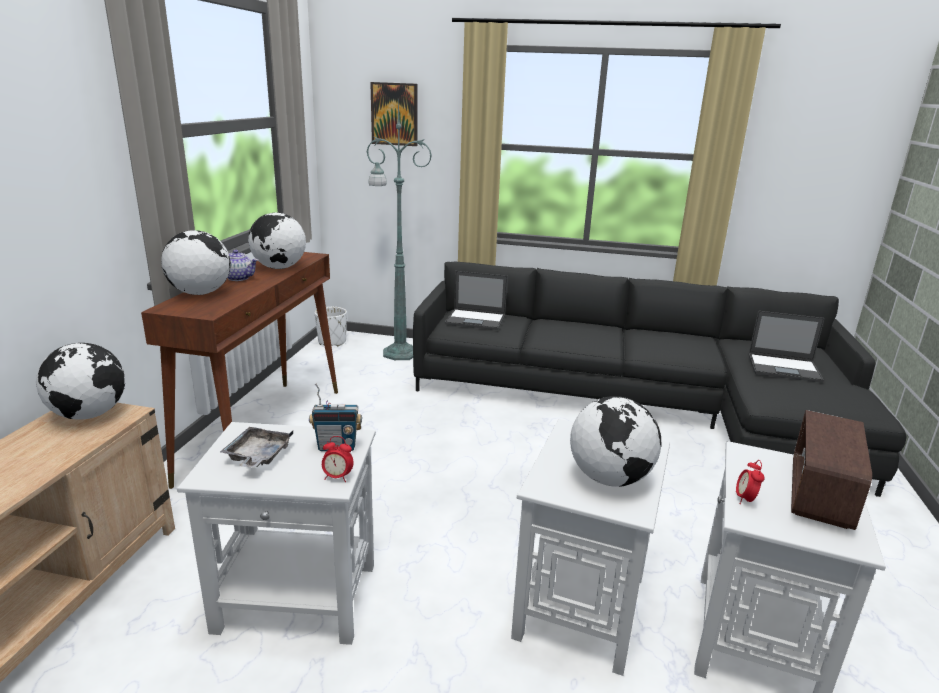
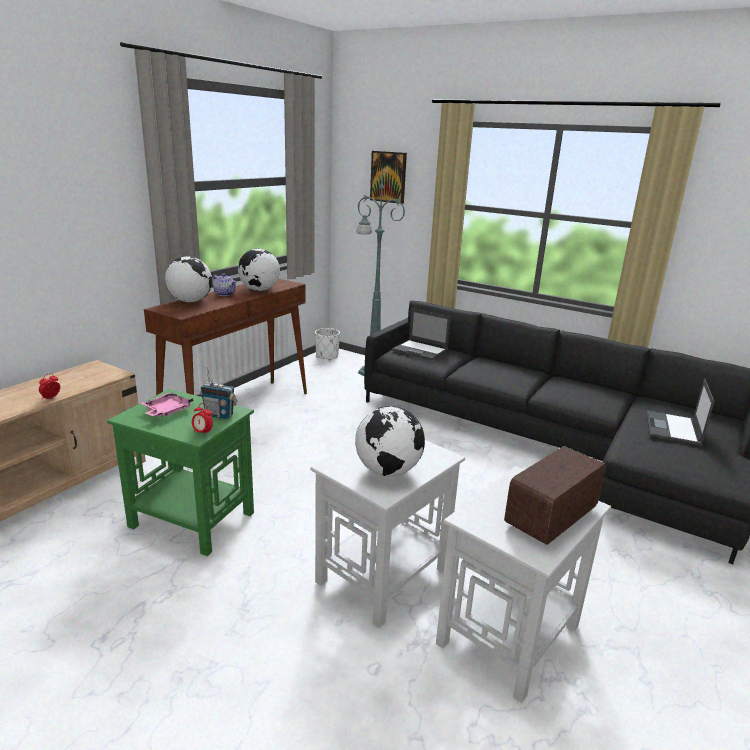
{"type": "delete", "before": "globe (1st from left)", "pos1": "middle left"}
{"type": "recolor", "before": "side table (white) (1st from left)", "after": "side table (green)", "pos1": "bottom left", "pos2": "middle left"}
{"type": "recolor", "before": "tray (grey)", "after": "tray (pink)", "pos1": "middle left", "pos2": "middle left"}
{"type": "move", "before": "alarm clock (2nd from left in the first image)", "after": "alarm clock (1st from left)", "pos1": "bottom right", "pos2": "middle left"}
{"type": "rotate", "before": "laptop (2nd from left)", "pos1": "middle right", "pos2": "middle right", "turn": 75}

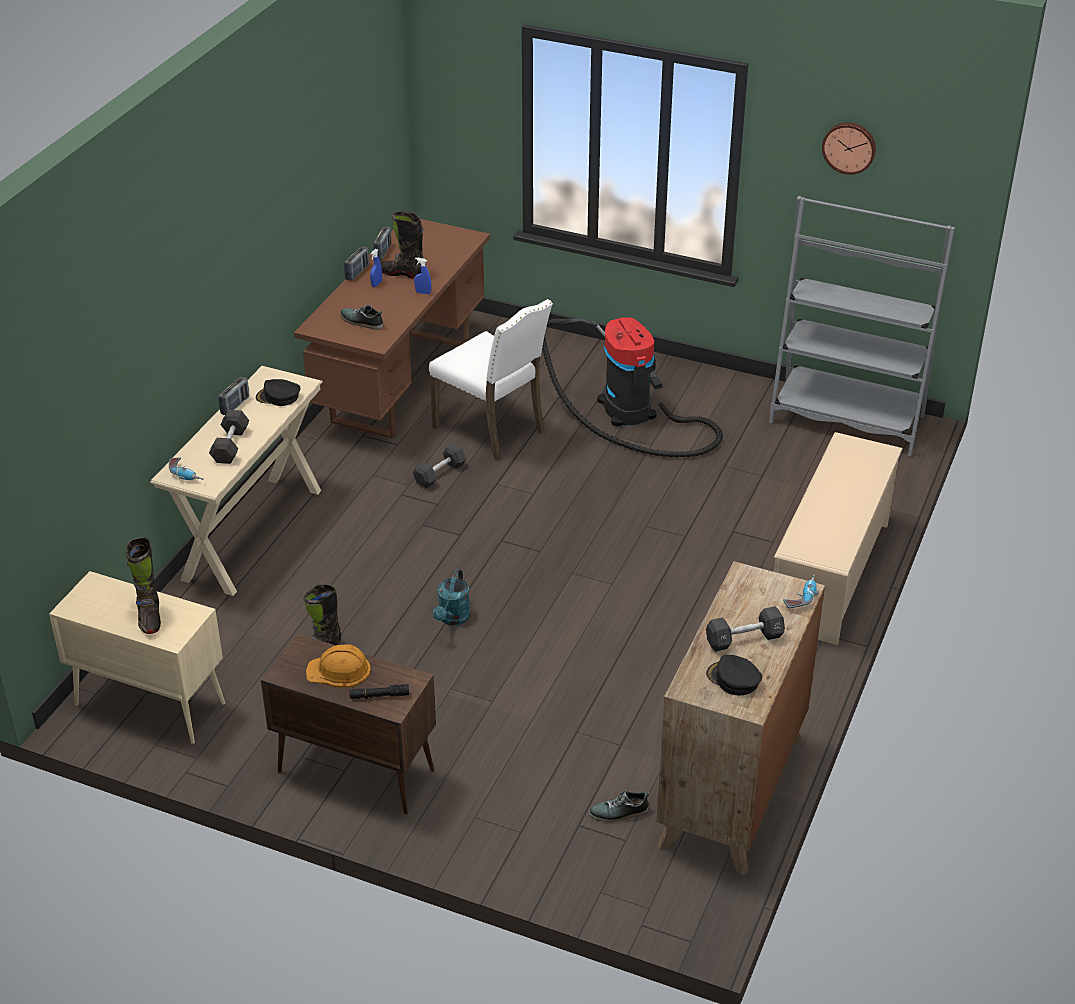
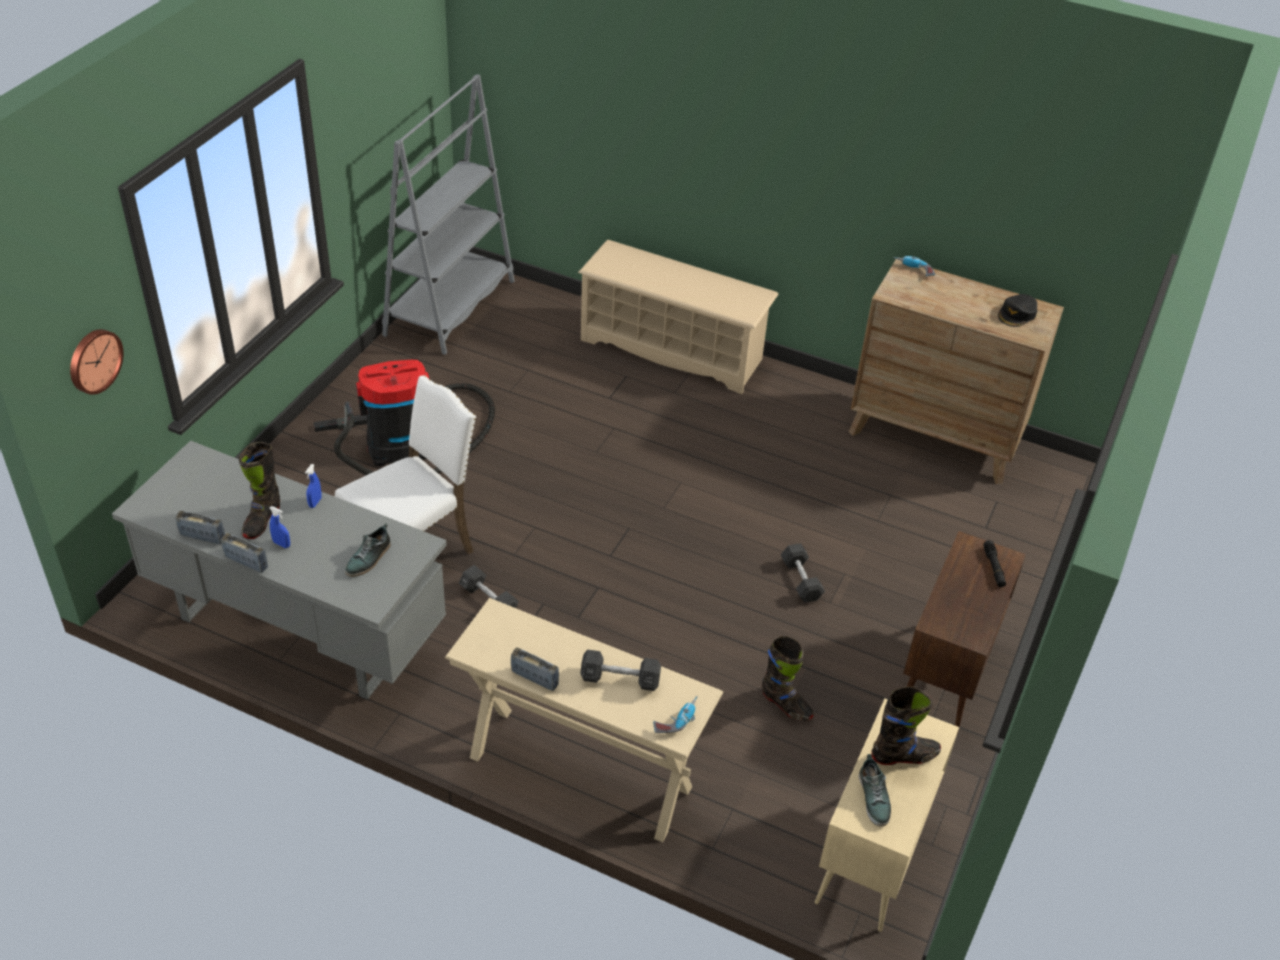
{"type": "delete", "before": "cap (black) (1st from left)", "pos1": "middle left"}
{"type": "recolor", "before": "desk (brown)", "after": "desk (grey)", "pos1": "top centre", "pos2": "middle left"}
{"type": "delete", "before": "hard hat (orange)", "pos1": "middle left"}
{"type": "delete", "before": "watering can (turquoise)", "pos1": "centre"}
{"type": "move", "before": "shoe (2nd from left)", "pos1": "bottom centre", "pos2": "bottom right"}
{"type": "move", "before": "dumbbell (black) (3rd from left)", "pos1": "middle right", "pos2": "centre"}
{"type": "move", "before": "wall clock", "pos1": "top right", "pos2": "middle left"}

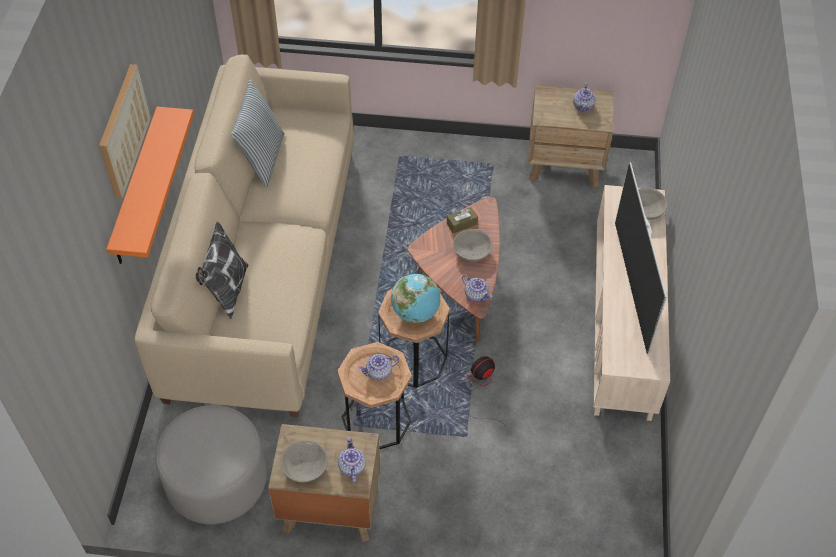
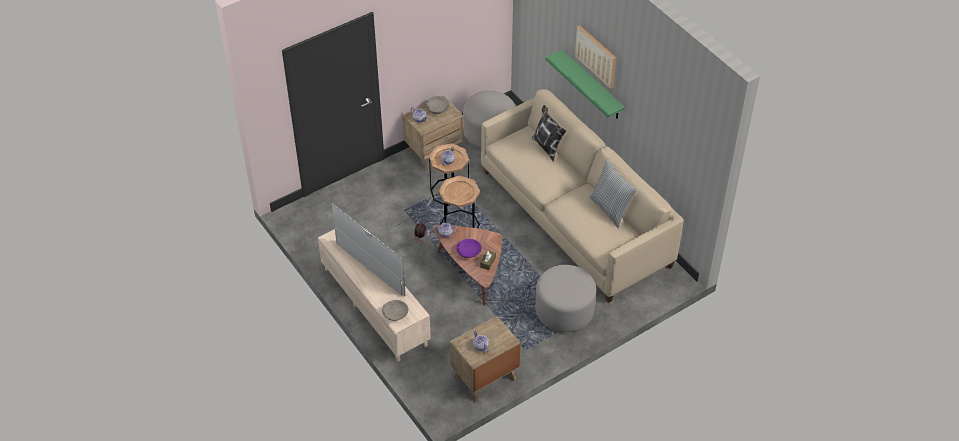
{"type": "recolor", "before": "shelf (orange)", "after": "shelf (green)", "pos1": "top left", "pos2": "top centre"}
{"type": "delete", "before": "globe", "pos1": "centre"}
{"type": "recolor", "before": "bowl (grey) (2nd from left)", "after": "bowl (purple)", "pos1": "centre", "pos2": "centre"}
{"type": "insert", "after": "ottoman (grey) (2nd from left)", "pos2": "bottom centre"}

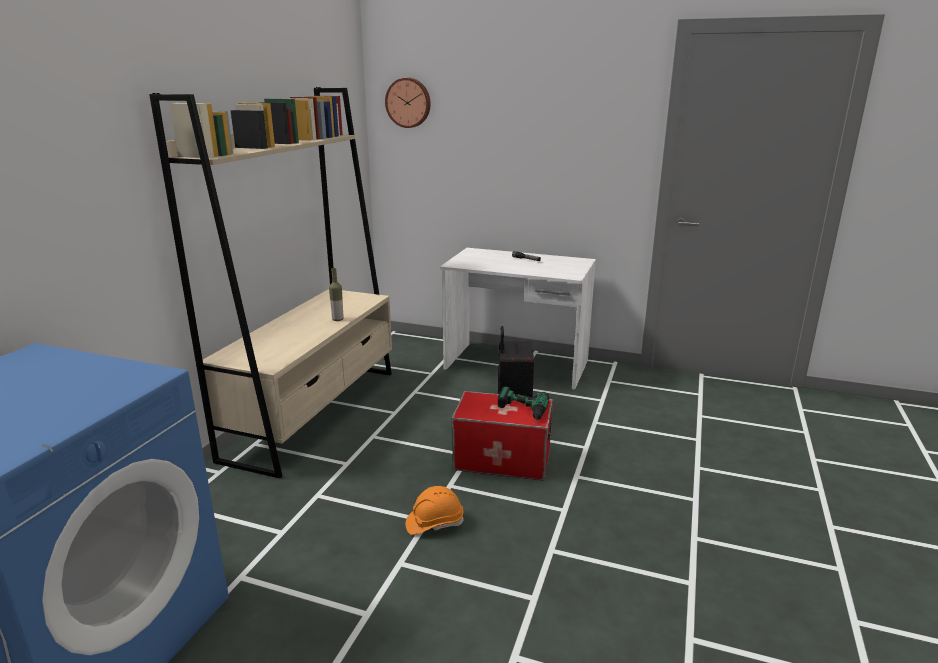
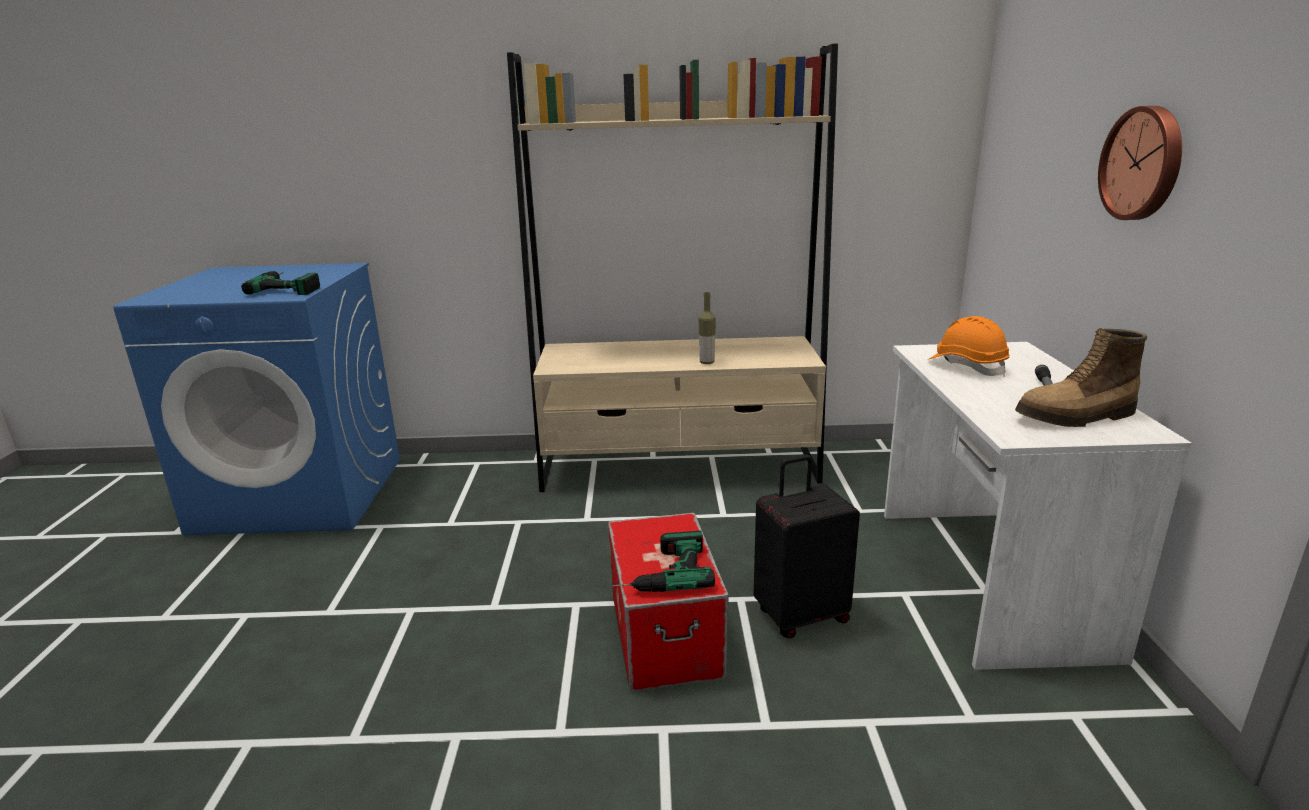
{"type": "move", "before": "wall clock", "pos1": "top centre", "pos2": "top right"}
{"type": "move", "before": "hard hat (orange)", "pos1": "bottom centre", "pos2": "middle right"}
{"type": "insert", "after": "power drill (1st from left)", "pos2": "middle left"}
{"type": "insert", "after": "boot", "pos2": "middle right"}

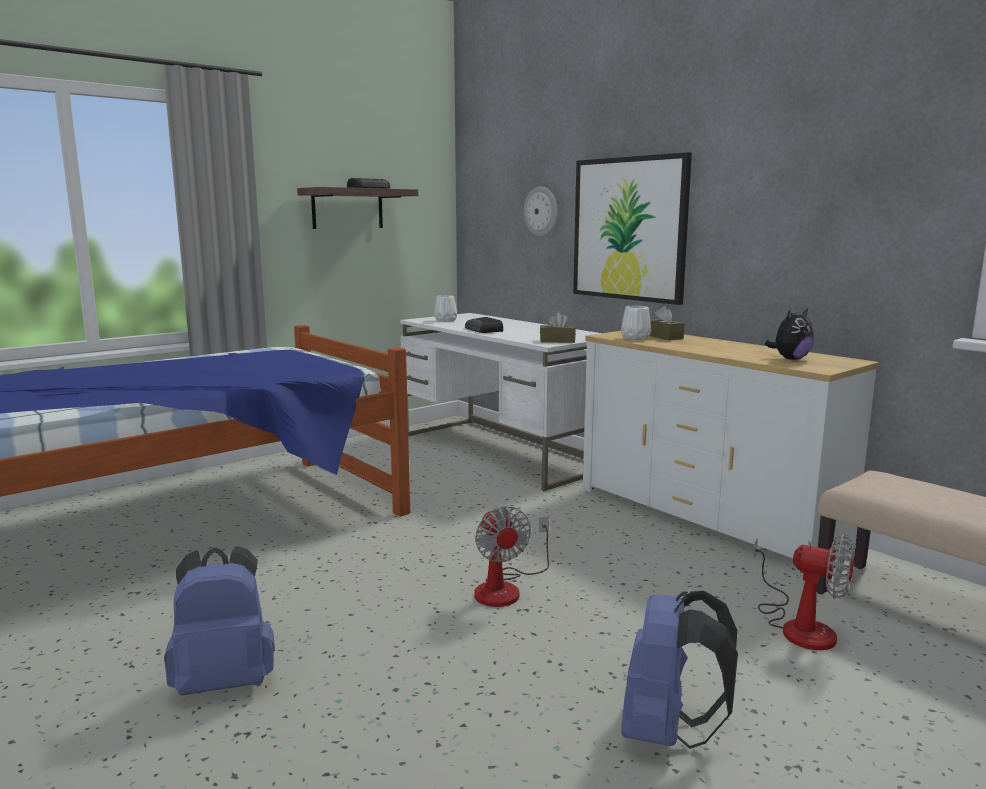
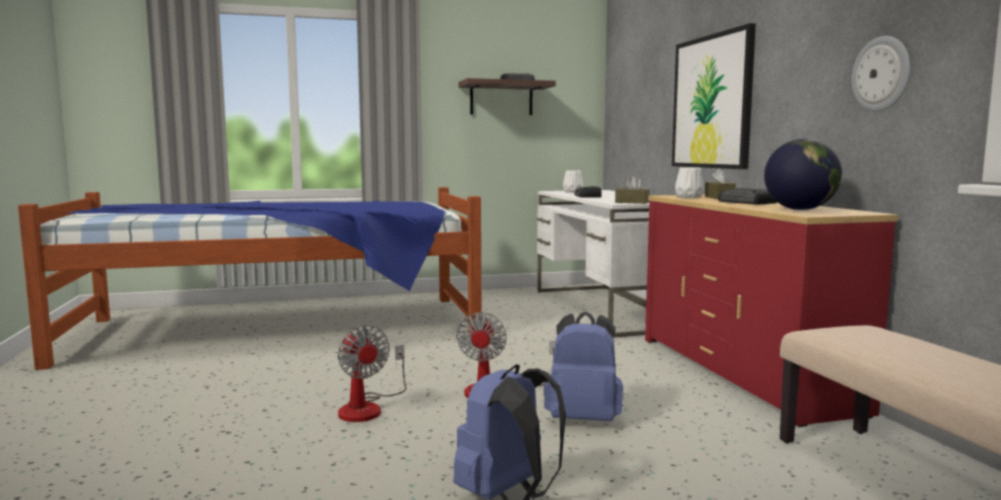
{"type": "move", "before": "backpack (blue) (1st from left in the first image)", "after": "backpack (blue) (2nd from left)", "pos1": "bottom left", "pos2": "bottom centre"}
{"type": "move", "before": "wall clock", "pos1": "top centre", "pos2": "top right"}
{"type": "recolor", "before": "dresser (white)", "after": "dresser (red)", "pos1": "middle right", "pos2": "middle right"}
{"type": "move", "before": "fan (2nd from left in the first image)", "after": "fan (1st from left)", "pos1": "bottom right", "pos2": "bottom centre"}
{"type": "replace", "before": "plush toy", "after": "globe", "pos1": "middle right", "pos2": "middle right"}
{"type": "insert", "after": "radio (3rd from left)", "pos2": "middle right"}

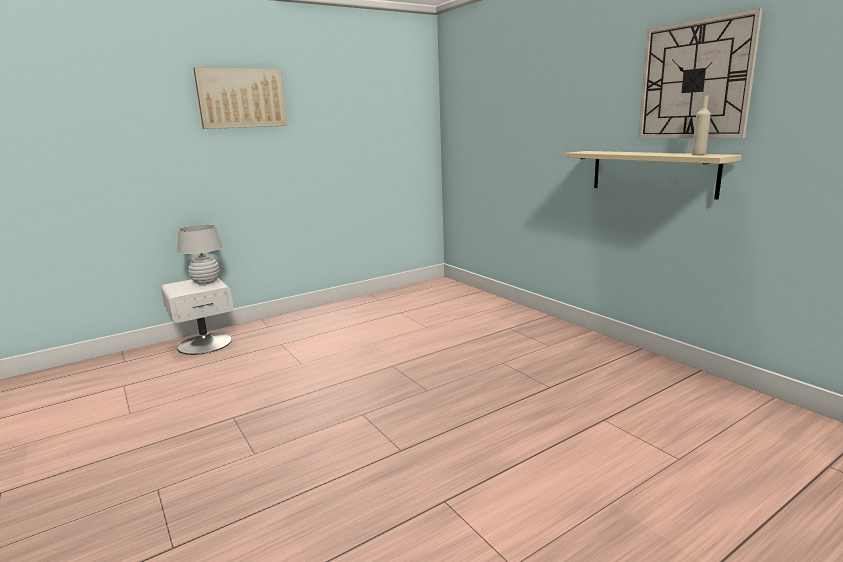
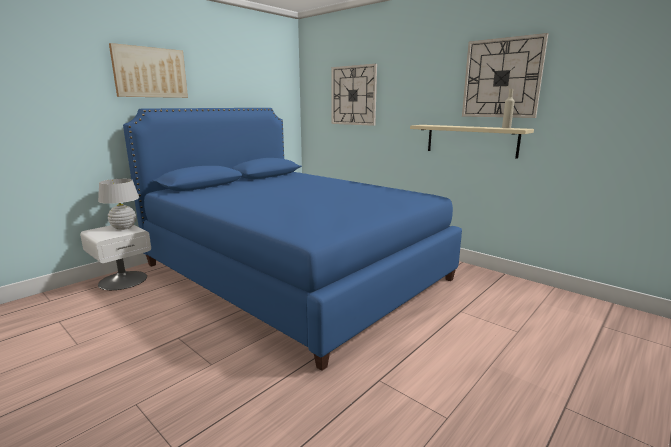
{"type": "insert", "after": "bed (blue)", "pos2": "centre"}
{"type": "insert", "after": "wall clock (1st from left)", "pos2": "top centre"}

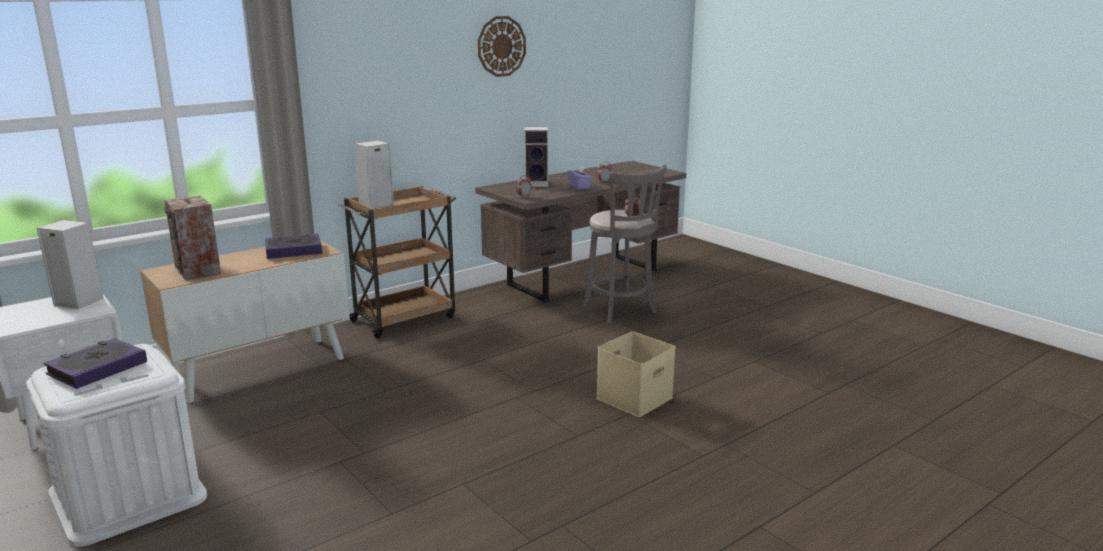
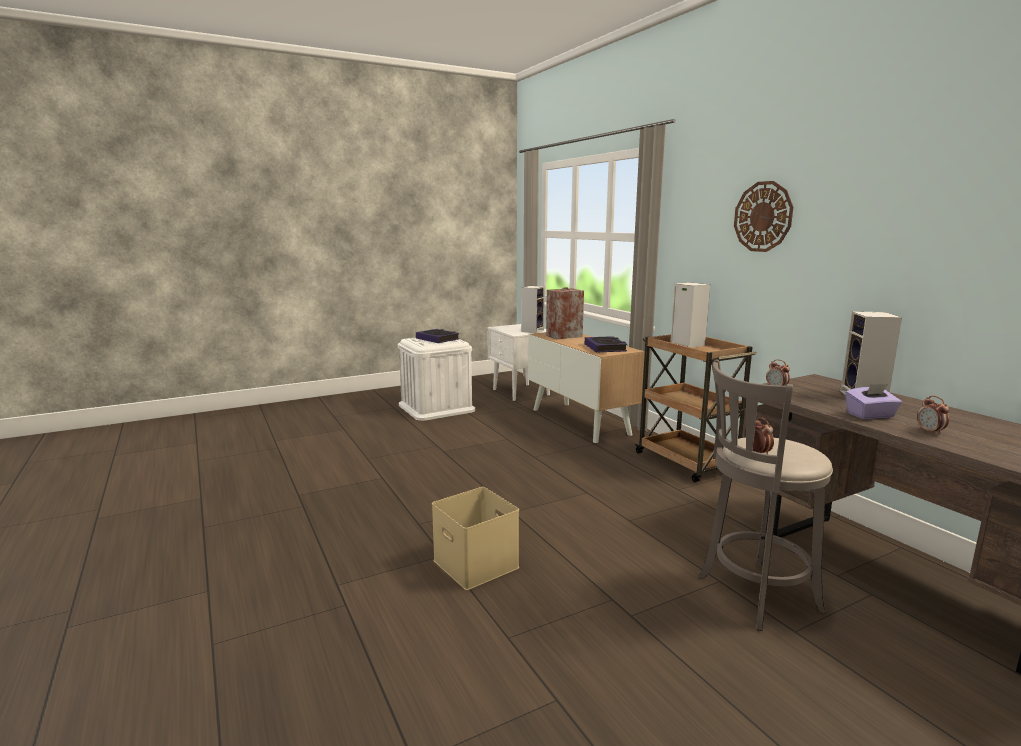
{"type": "move", "before": "wall clock", "pos1": "top centre", "pos2": "top right"}

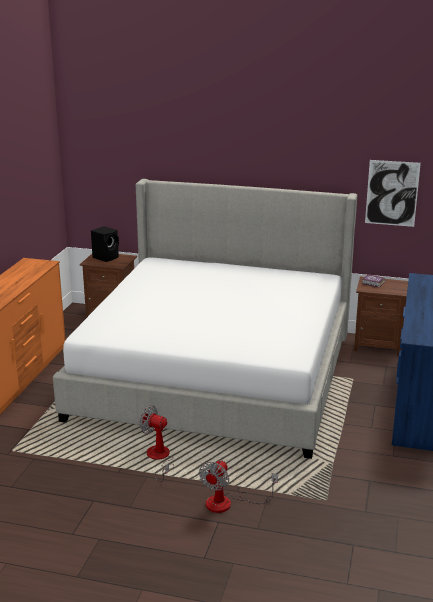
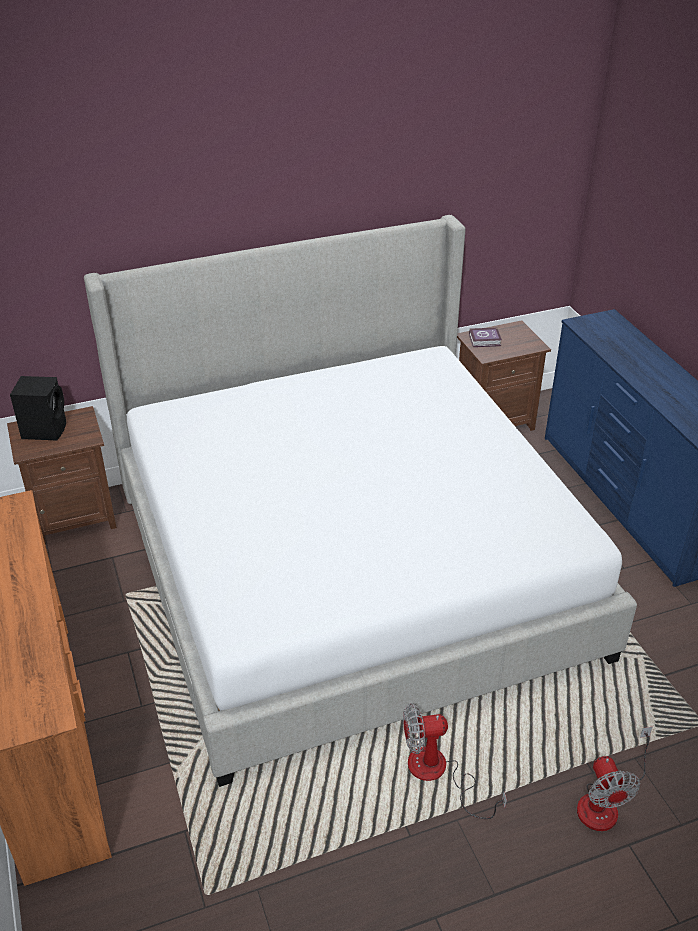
{"type": "delete", "before": "picture", "pos1": "top right"}

